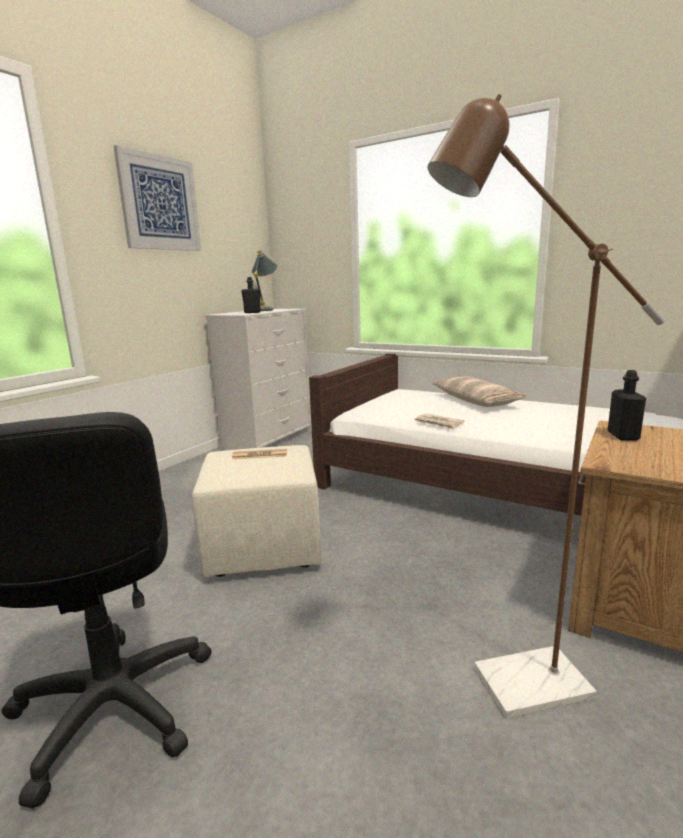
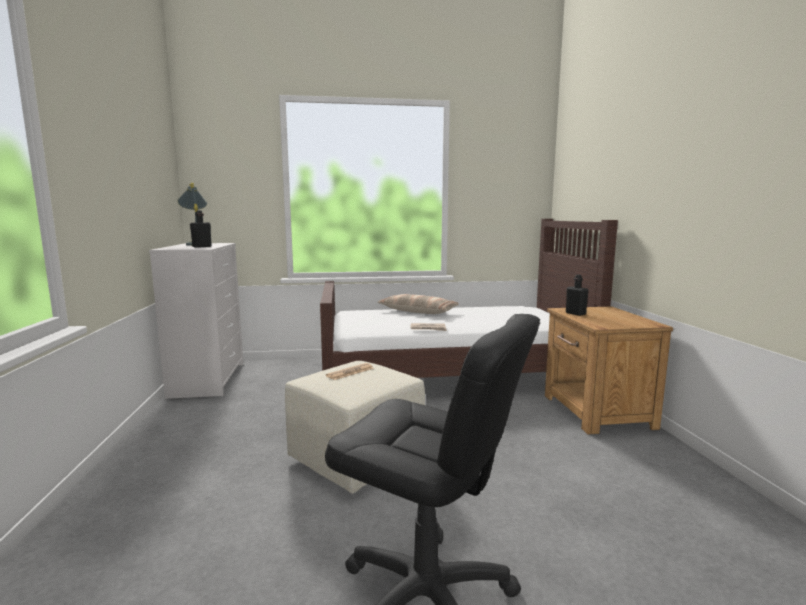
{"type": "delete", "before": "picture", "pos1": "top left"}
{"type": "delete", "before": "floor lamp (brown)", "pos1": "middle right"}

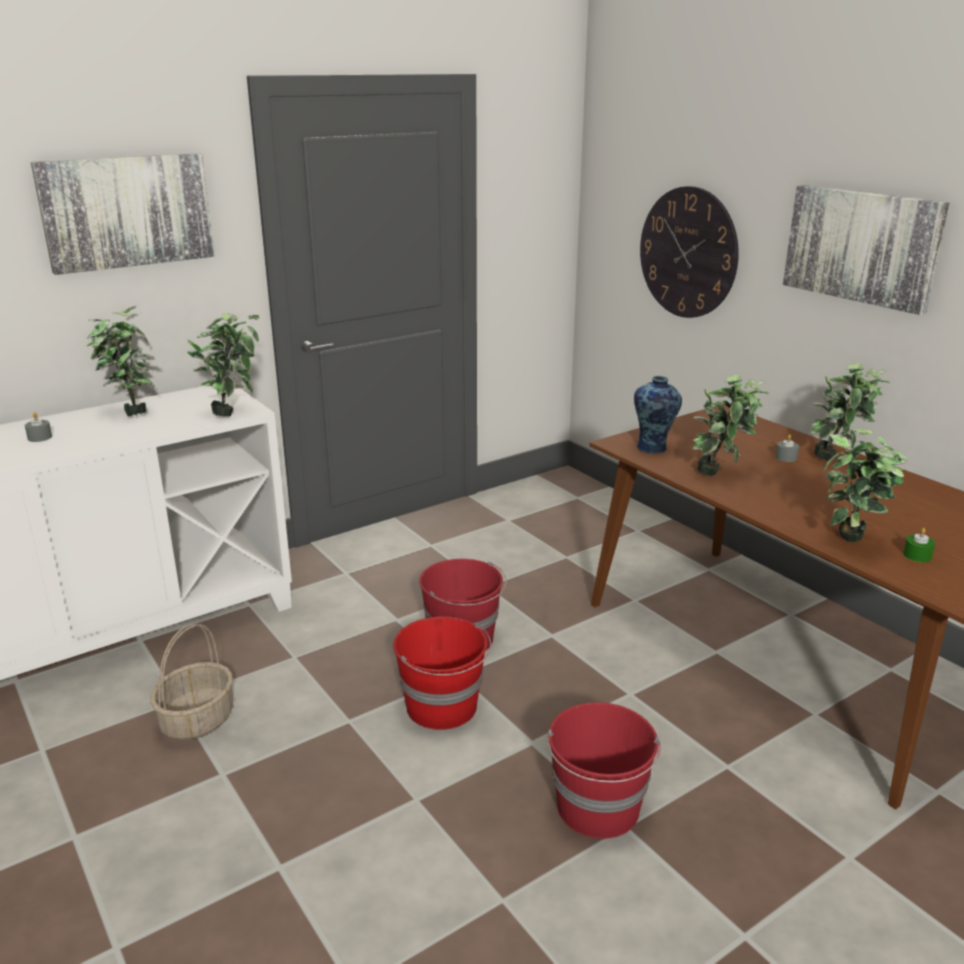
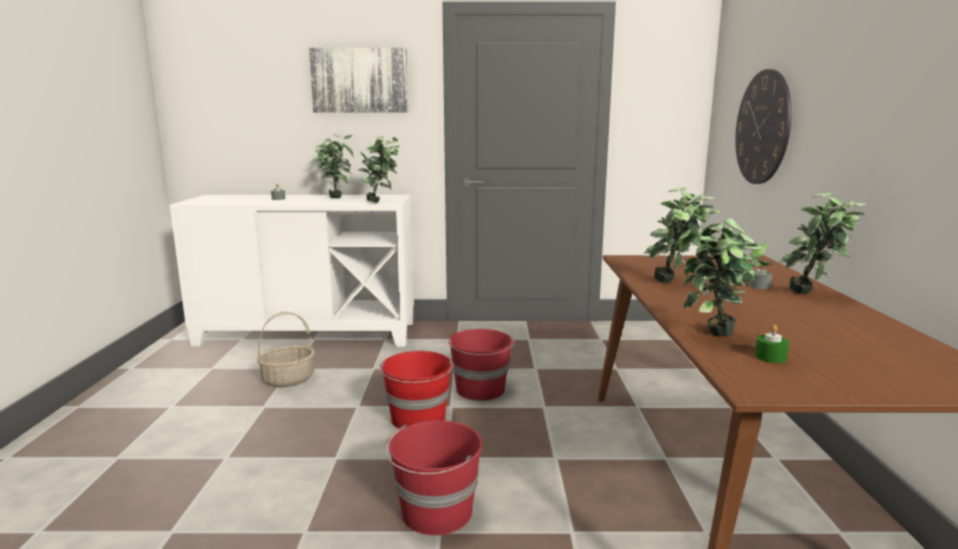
{"type": "delete", "before": "vase", "pos1": "middle right"}
{"type": "delete", "before": "picture (2nd from left)", "pos1": "top right"}

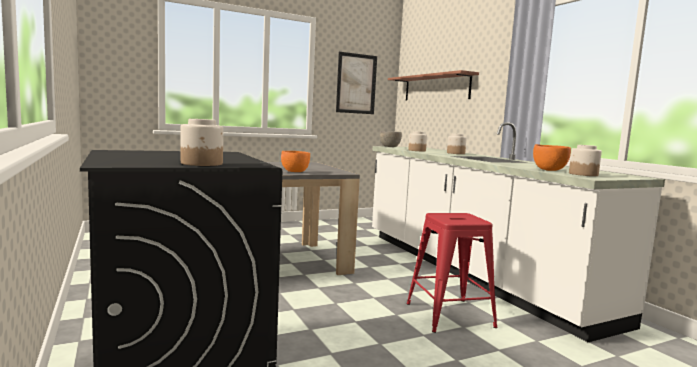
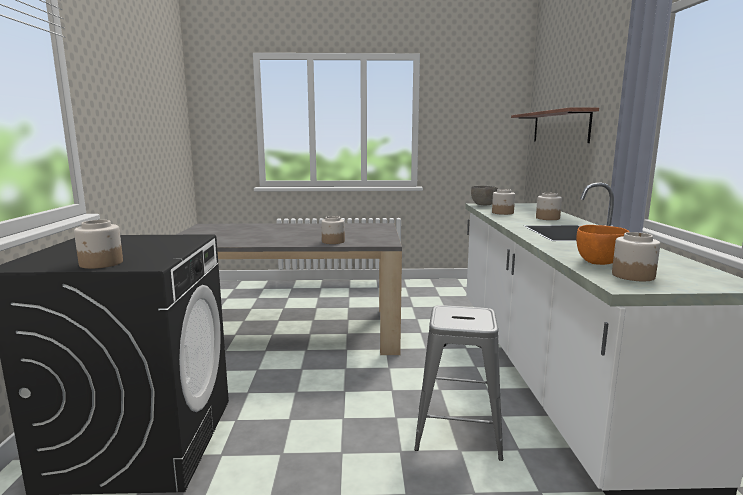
{"type": "replace", "before": "bowl (orange) (1st from left)", "after": "jar (2nd from left)", "pos1": "centre", "pos2": "centre"}
{"type": "delete", "before": "picture", "pos1": "top centre"}
{"type": "recolor", "before": "stool (red)", "after": "stool (grey)", "pos1": "bottom centre", "pos2": "bottom centre"}

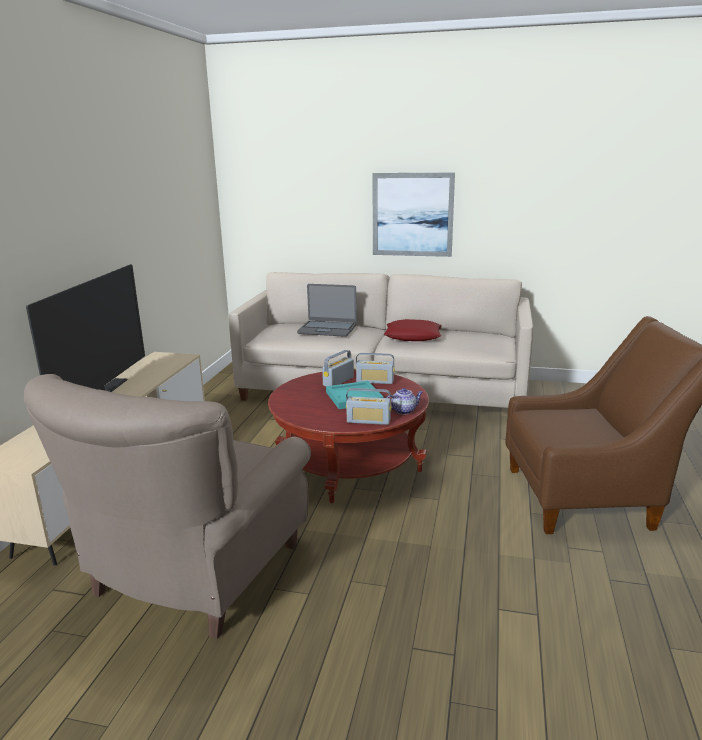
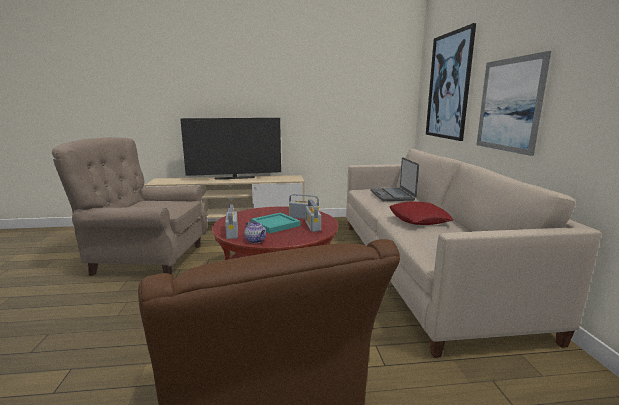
{"type": "insert", "after": "picture (1st from left)", "pos2": "top right"}

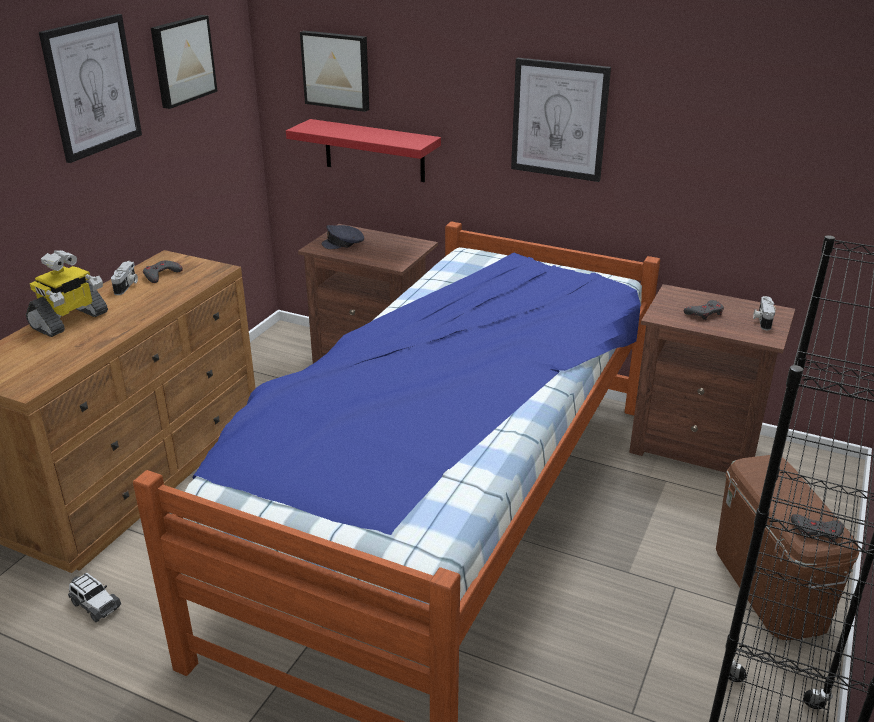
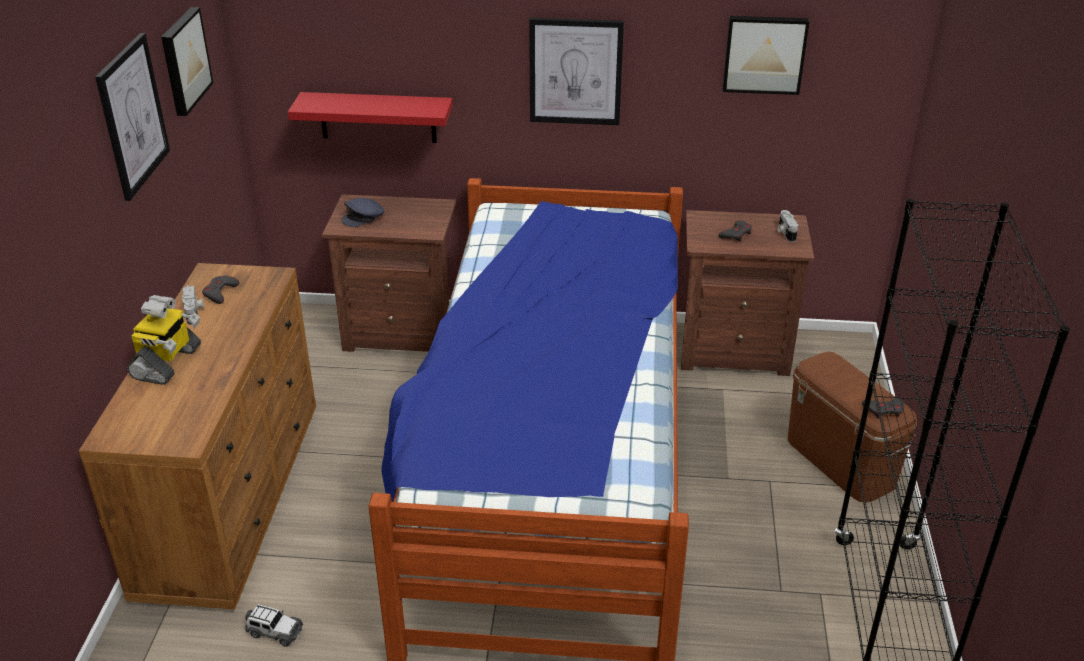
{"type": "move", "before": "picture (3rd from left in the first image)", "after": "picture (4th from left)", "pos1": "top centre", "pos2": "top right"}

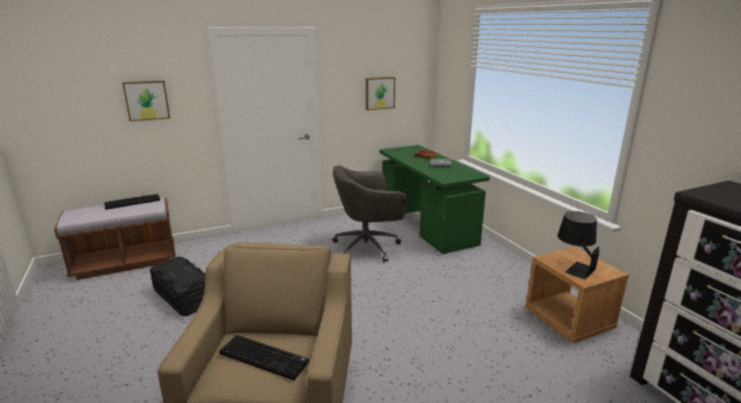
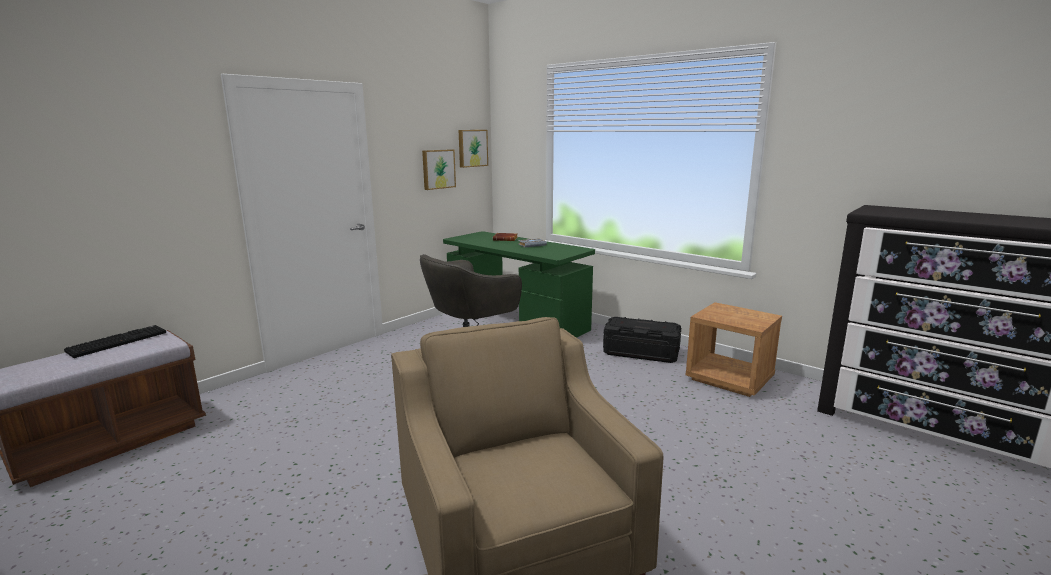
{"type": "move", "before": "picture (1st from left in the first image)", "after": "picture (2nd from left)", "pos1": "top left", "pos2": "top centre"}
{"type": "move", "before": "storage box (black)", "pos1": "bottom left", "pos2": "centre"}
{"type": "delete", "before": "keyboard (2nd from left)", "pos1": "bottom centre"}
{"type": "delete", "before": "table lamp (black)", "pos1": "middle right"}

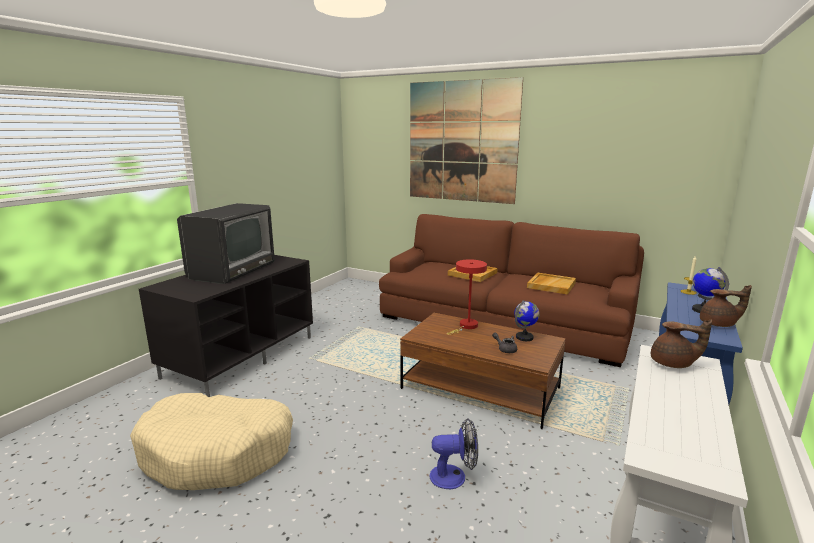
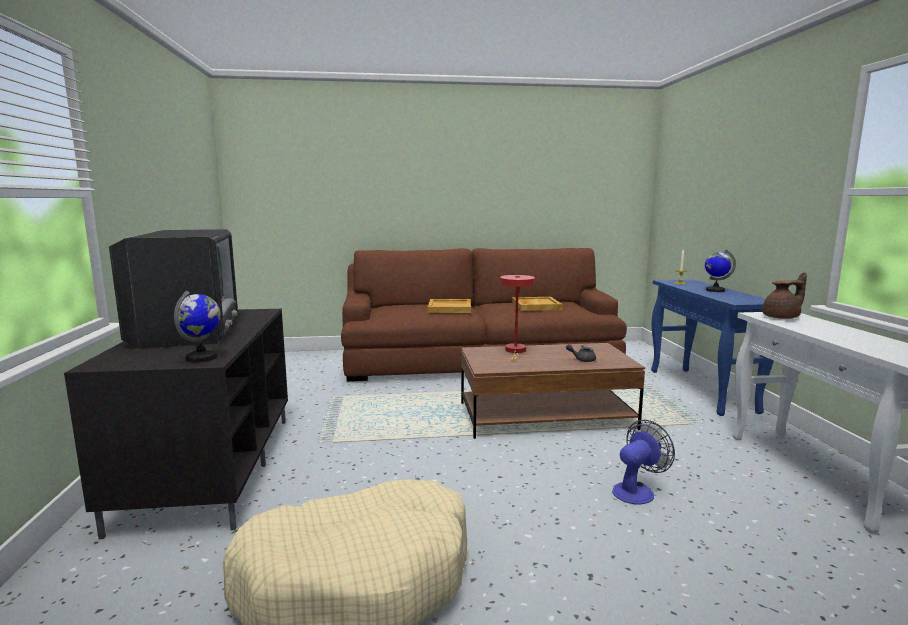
{"type": "delete", "before": "picture", "pos1": "top centre"}
{"type": "move", "before": "globe (1st from left)", "pos1": "centre", "pos2": "middle left"}
{"type": "delete", "before": "teapot (brown) (2nd from left)", "pos1": "middle right"}

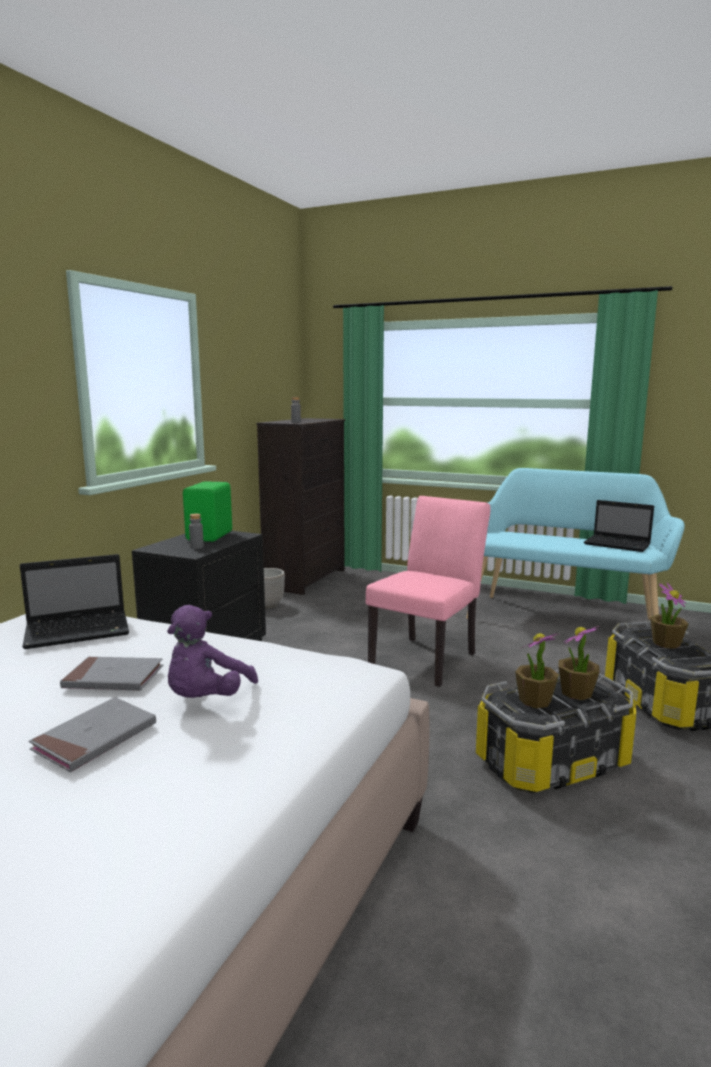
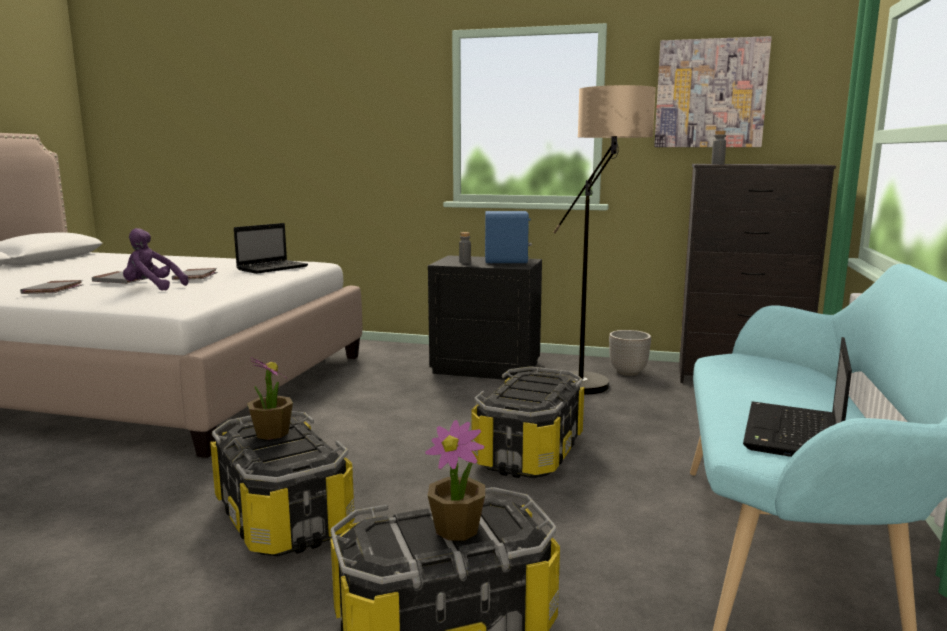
{"type": "rotate", "before": "laptop (1st from left)", "pos1": "middle left", "pos2": "middle left", "turn": -105}
{"type": "recolor", "before": "speaker (green)", "after": "speaker (blue)", "pos1": "middle left", "pos2": "centre"}
{"type": "replace", "before": "chair (pink)", "after": "storage box (3rd from left)", "pos1": "centre", "pos2": "bottom centre"}
{"type": "delete", "before": "potted plant (2nd from left)", "pos1": "middle right"}
{"type": "insert", "after": "book (grey) (1st from left)", "pos2": "middle left"}
{"type": "insert", "after": "floor lamp", "pos2": "centre"}
{"type": "insert", "after": "picture", "pos2": "top right"}

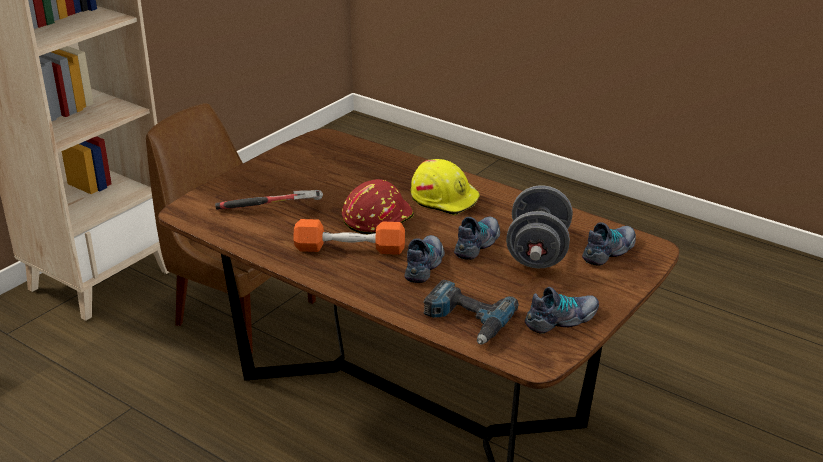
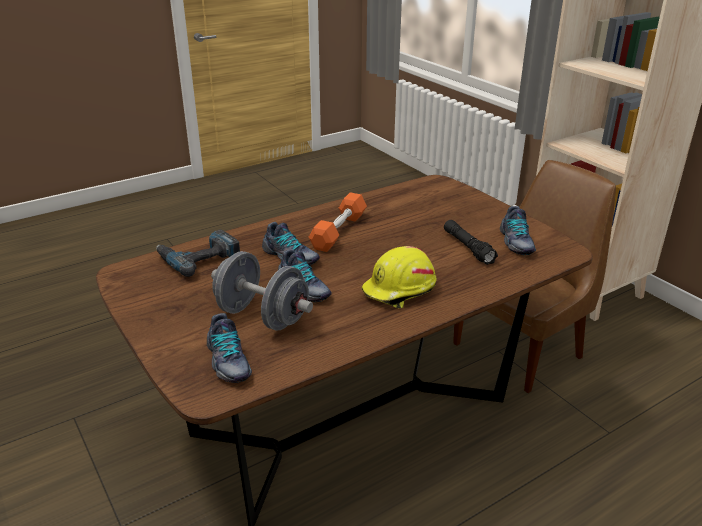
{"type": "delete", "before": "hammer", "pos1": "middle left"}
{"type": "delete", "before": "hard hat (red)", "pos1": "centre"}
{"type": "move", "before": "shoe (3rd from left in the first image)", "after": "shoe (4th from left)", "pos1": "bottom right", "pos2": "middle right"}
{"type": "insert", "after": "flashlight (black)", "pos2": "middle right"}

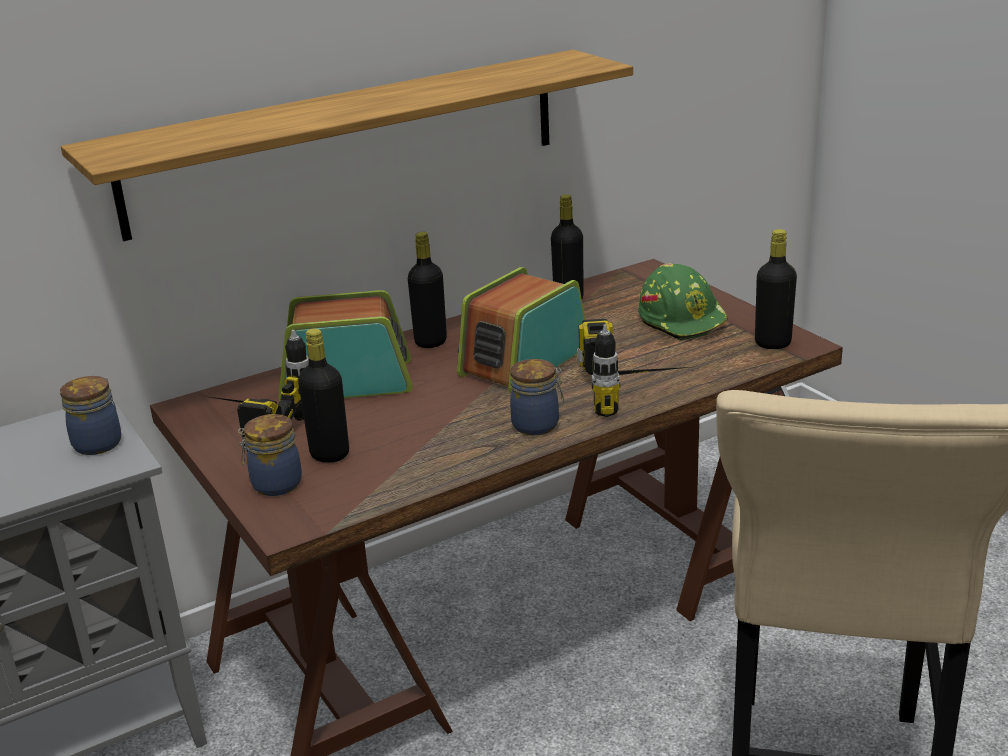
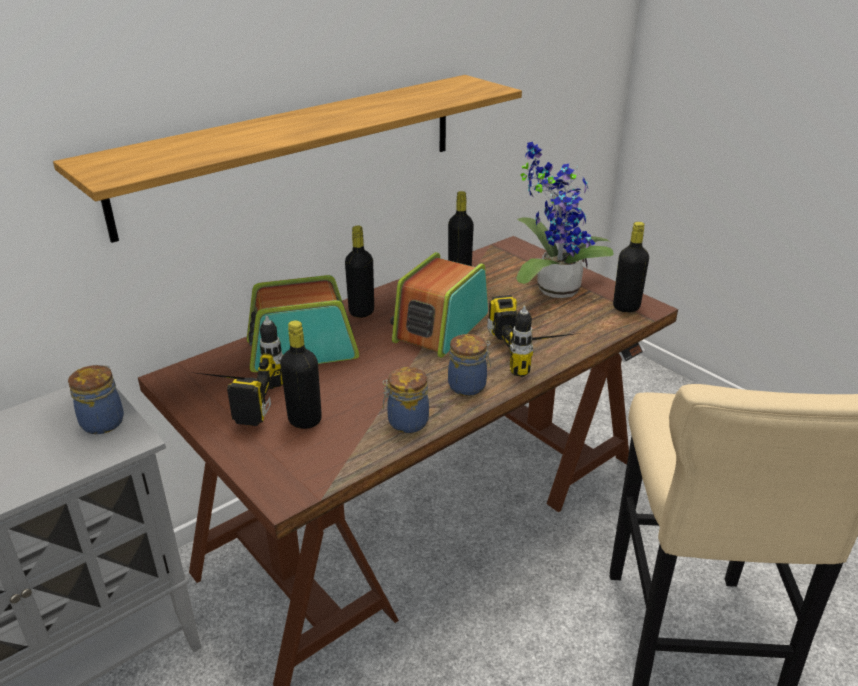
{"type": "move", "before": "jar (2nd from left)", "pos1": "middle left", "pos2": "centre"}
{"type": "replace", "before": "hard hat (green)", "after": "potted plant", "pos1": "middle right", "pos2": "top centre"}

